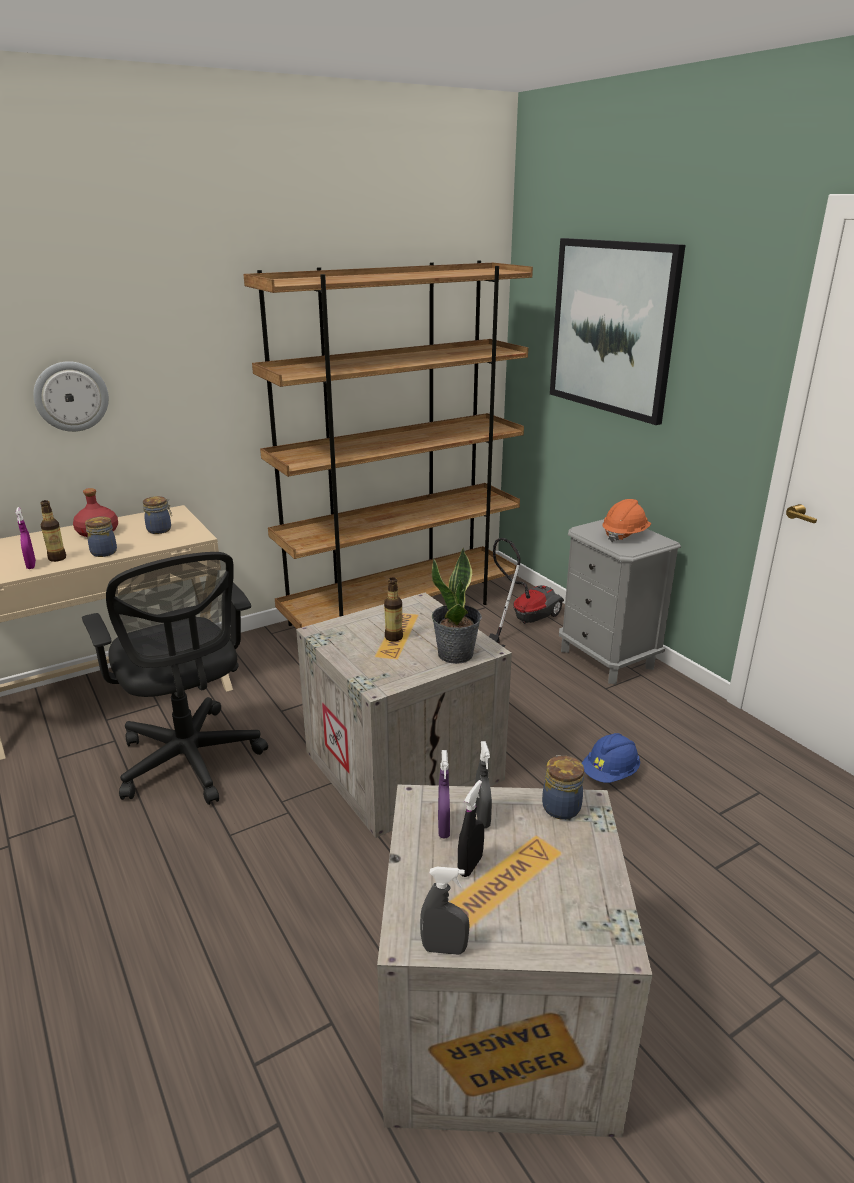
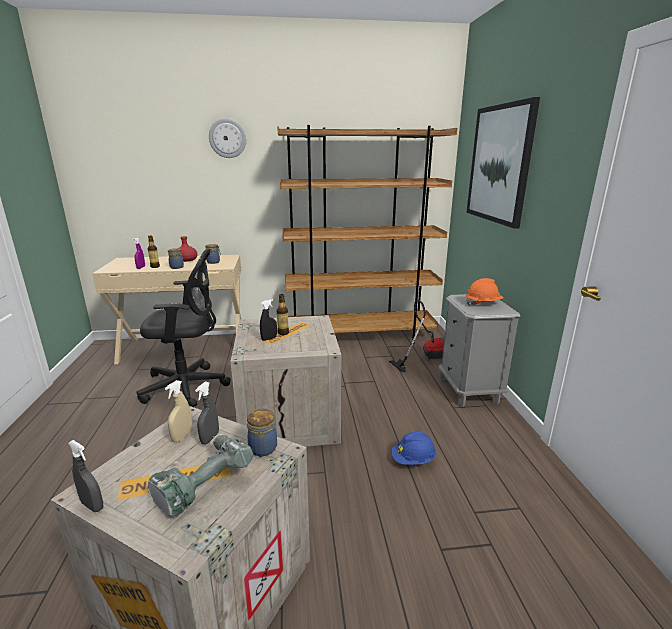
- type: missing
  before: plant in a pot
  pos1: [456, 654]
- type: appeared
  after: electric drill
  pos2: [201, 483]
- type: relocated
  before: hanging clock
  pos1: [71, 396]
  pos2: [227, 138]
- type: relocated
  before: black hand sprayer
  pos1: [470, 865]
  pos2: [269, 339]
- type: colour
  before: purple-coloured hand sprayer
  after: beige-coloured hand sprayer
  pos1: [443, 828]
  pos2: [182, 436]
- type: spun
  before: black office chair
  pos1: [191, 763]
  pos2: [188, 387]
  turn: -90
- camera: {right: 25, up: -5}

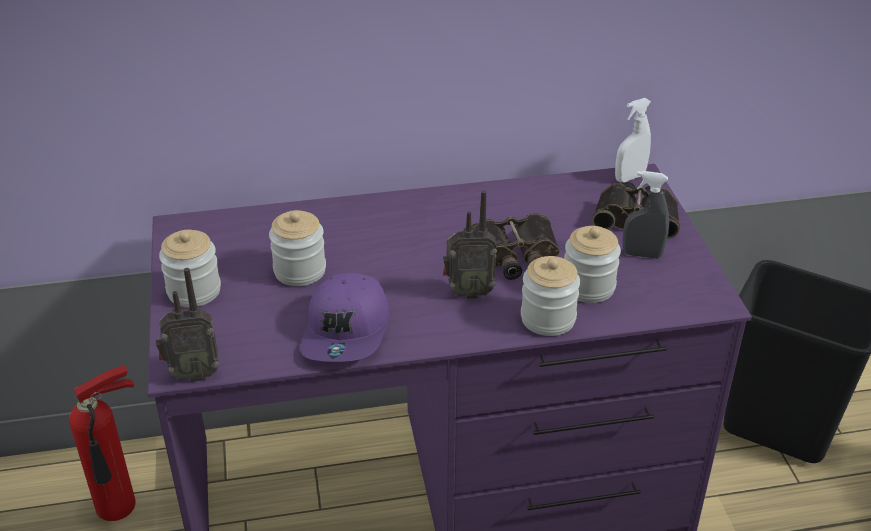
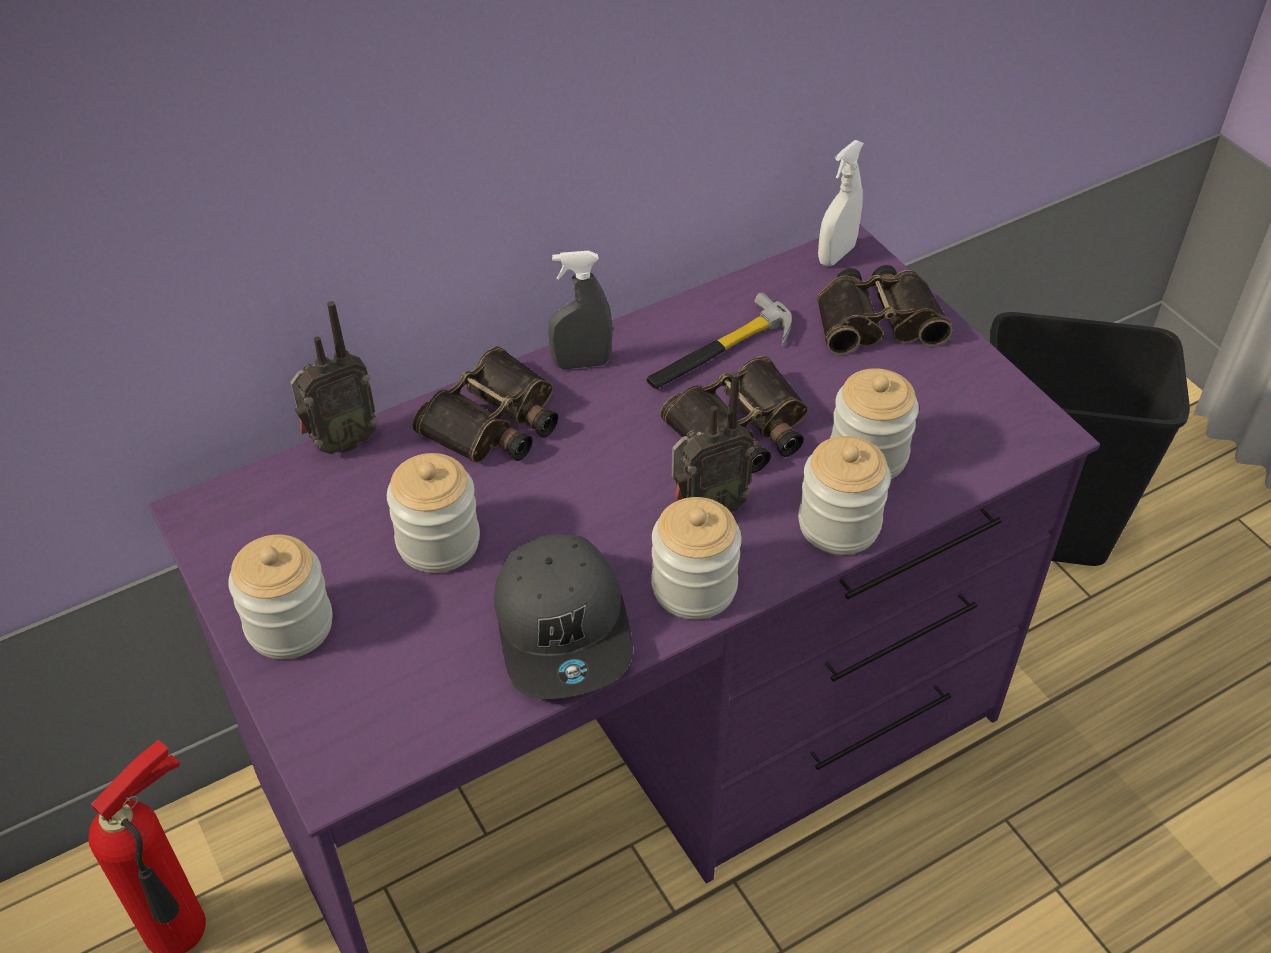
- type: appeared
  after: field glasses
  pos2: [495, 422]
- type: appeared
  after: tool hammer
  pos2: [720, 352]
- type: appeared
  after: storage jar
  pos2: [694, 587]
- type: relocated
  before: radio set
  pos1: [193, 374]
  pos2: [340, 442]
- type: relocated
  before: gray hand sprayer
  pos1: [642, 254]
  pos2: [581, 363]
- type: colour
  before: purple-coloured peaked cap
  after: gray peaked cap
  pos1: [347, 331]
  pos2: [564, 628]
- camera: {right: -20, up: 10}

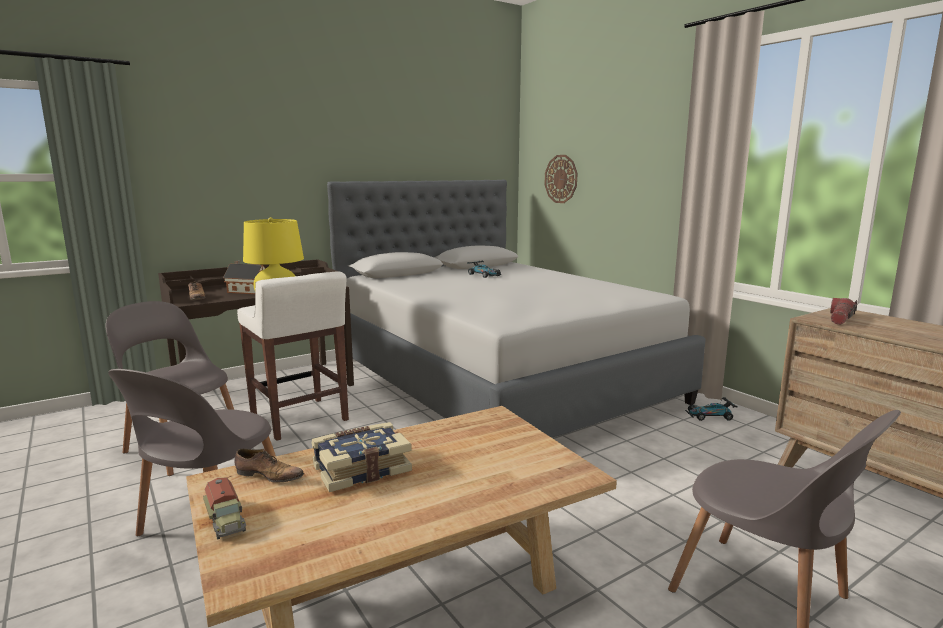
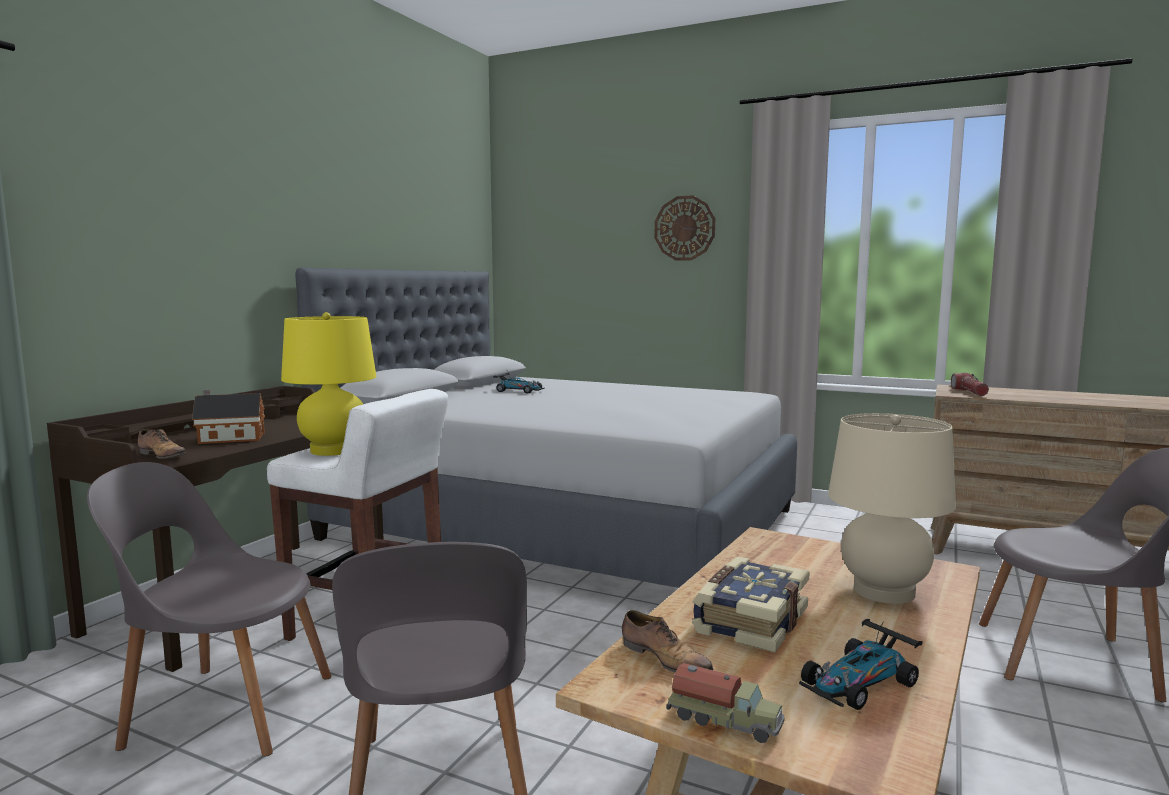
- type: appeared
  after: beige-coloured tabletop lamp
  pos2: [884, 591]
- type: relocated
  before: hanging clock
  pos1: [561, 179]
  pos2: [684, 228]
- type: relocated
  before: miniature car
  pos1: [710, 415]
  pos2: [858, 682]
- type: spun
  before: item of footwear
  pos1: [268, 476]
  pos2: [664, 659]
  turn: 60
- camera: {right: -30, up: -5}

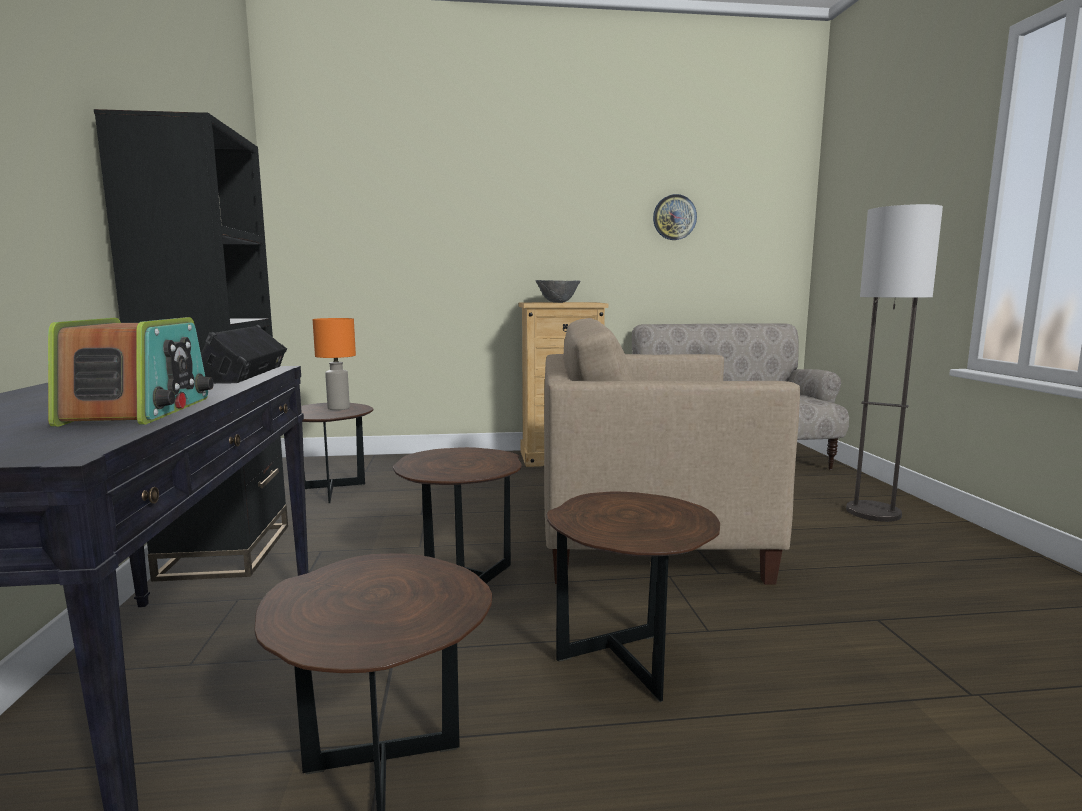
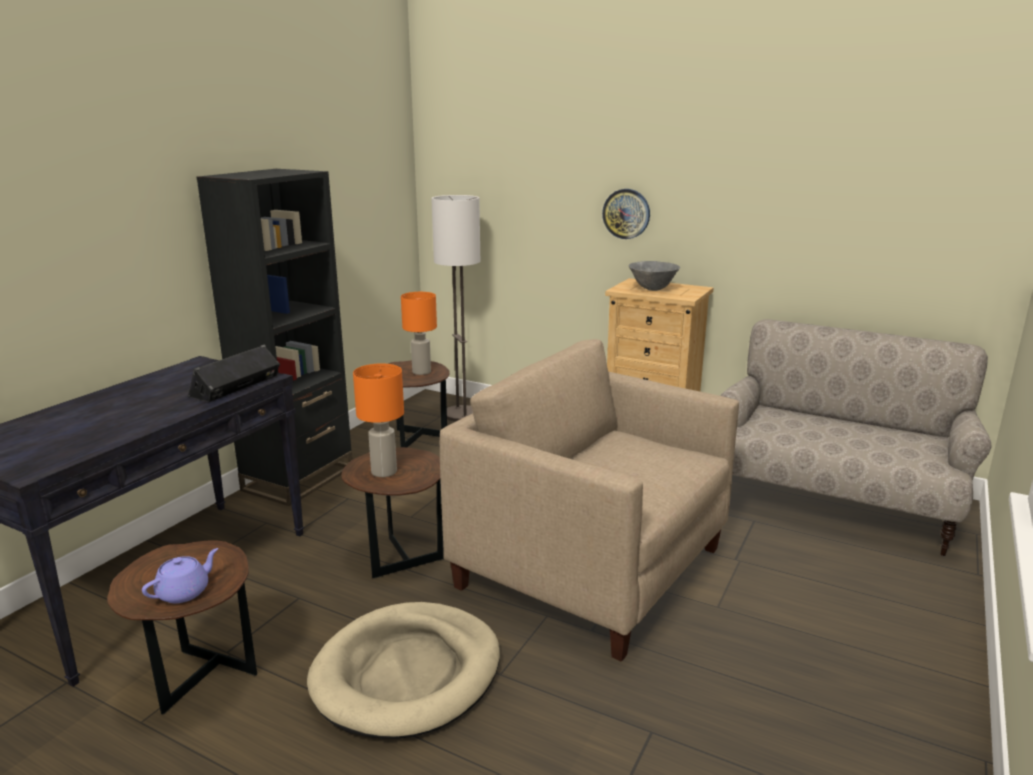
- type: missing
  before: radio set
  pos1: [140, 411]
- type: appeared
  after: purple-coloured pot for tea
  pos2: [184, 592]
- type: appeared
  after: orange-coloured tabletop lamp
  pos2: [384, 472]
- type: relocated
  before: hanging clock
  pos1: [674, 217]
  pos2: [626, 213]
- type: relocated
  before: standing lamp
  pos1: [873, 512]
  pos2: [461, 415]
- type: exchanged
  before: brown end table
  after: beige-coloured dog cushion
  pos1: [629, 666]
  pos2: [407, 674]
- camera: {right: 35, up: 10}

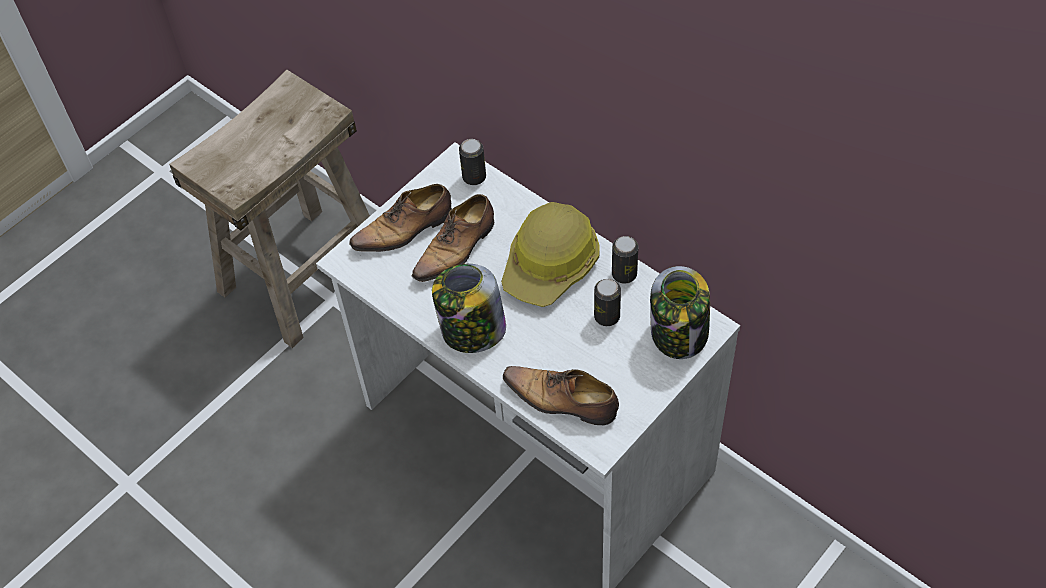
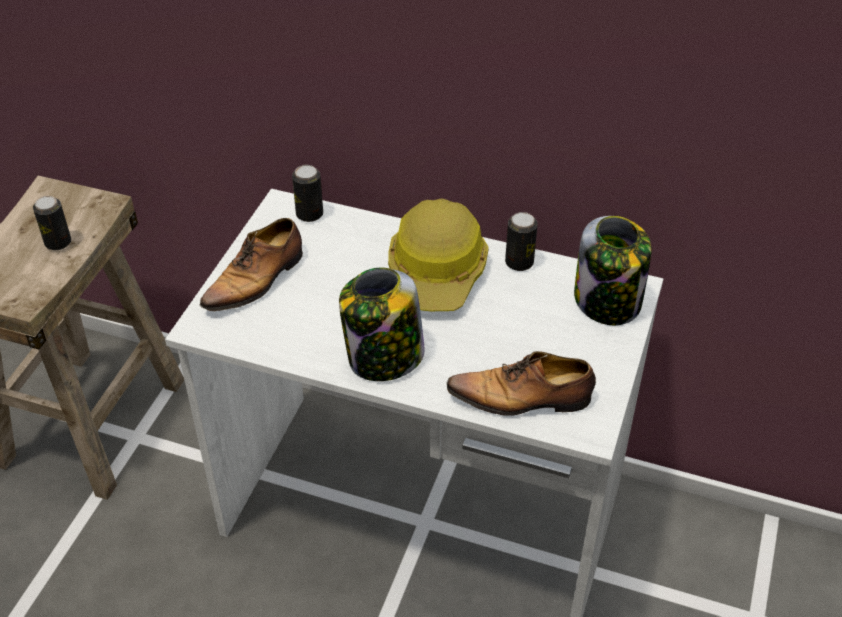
- type: missing
  before: item of footwear
  pos1: [457, 248]
- type: relocated
  before: sealed can
  pos1: [607, 316]
  pos2: [58, 243]
- camera: {right: -25, up: -10}

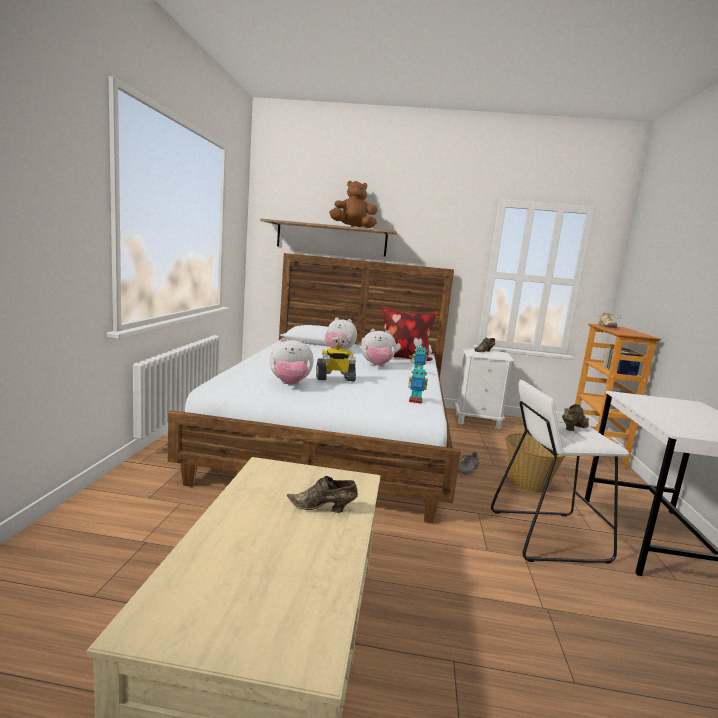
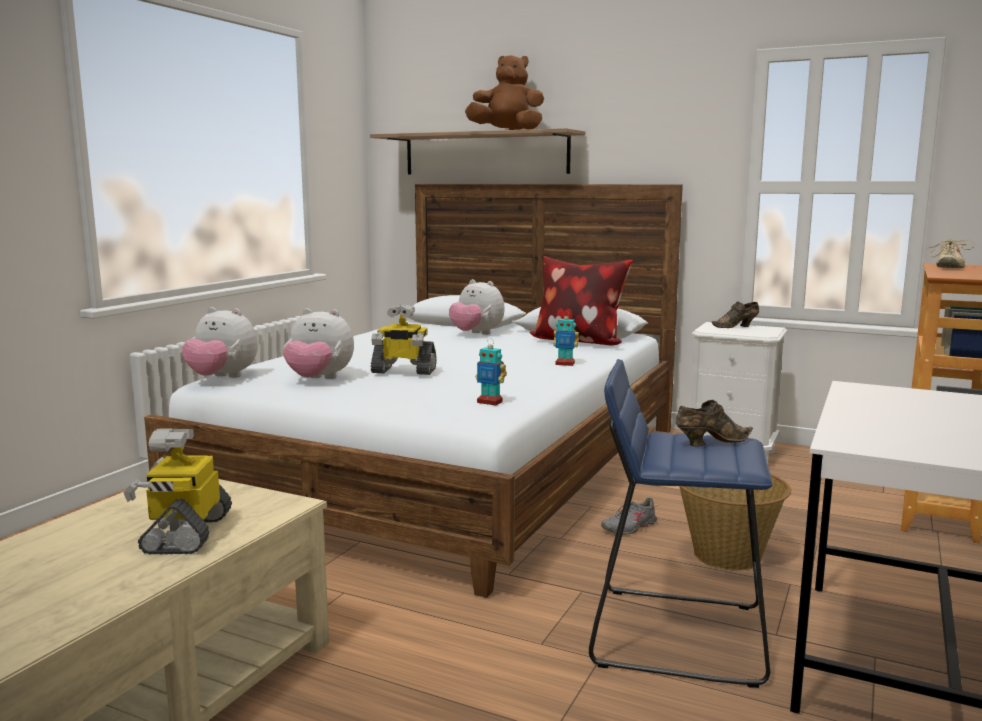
- type: relocated
  before: cuddly toy
  pos1: [377, 366]
  pos2: [222, 378]
- type: exchanged
  before: brown item of footwear
  after: robot figure
  pos1: [323, 508]
  pos2: [186, 533]
- type: colour
  before: whitish stool seat
  after: blue stool seat
  pos1: [547, 535]
  pos2: [677, 634]
- camera: {right: 20, up: 0}

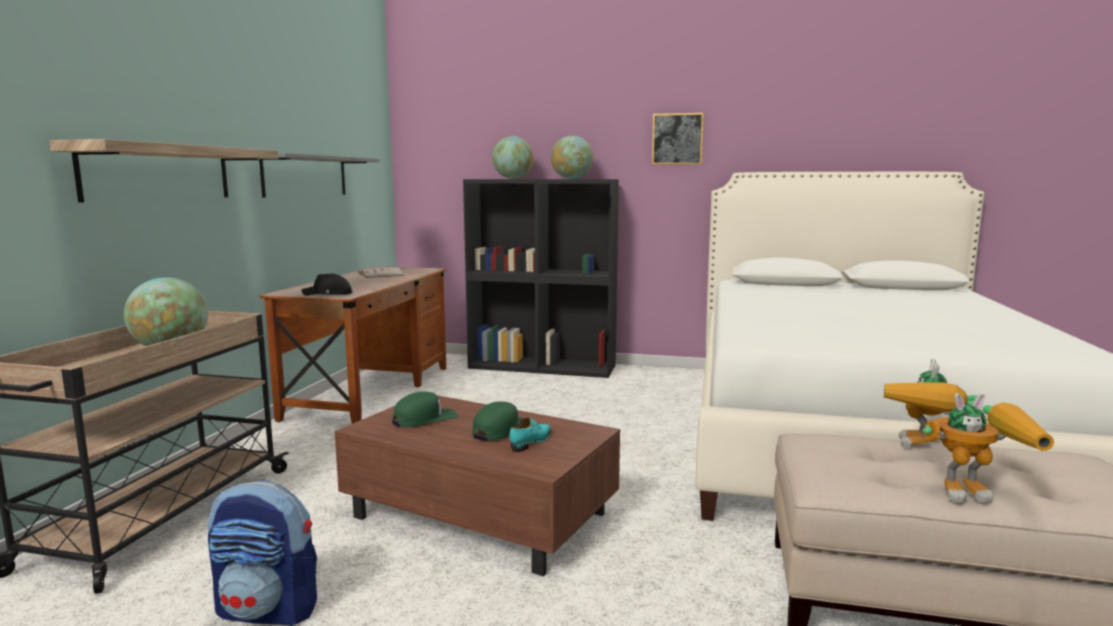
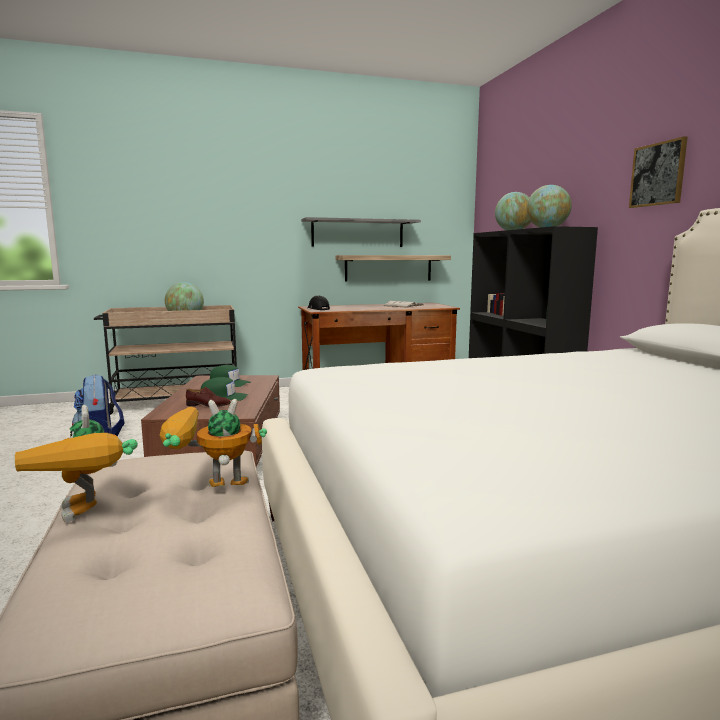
- type: relocated
  before: wall shelf
  pos1: [159, 173]
  pos2: [388, 268]
- type: colour
  before: turquoise item of footwear
  after: brown item of footwear
  pos1: [532, 441]
  pos2: [208, 405]
- camera: {right: 60, up: 0}

